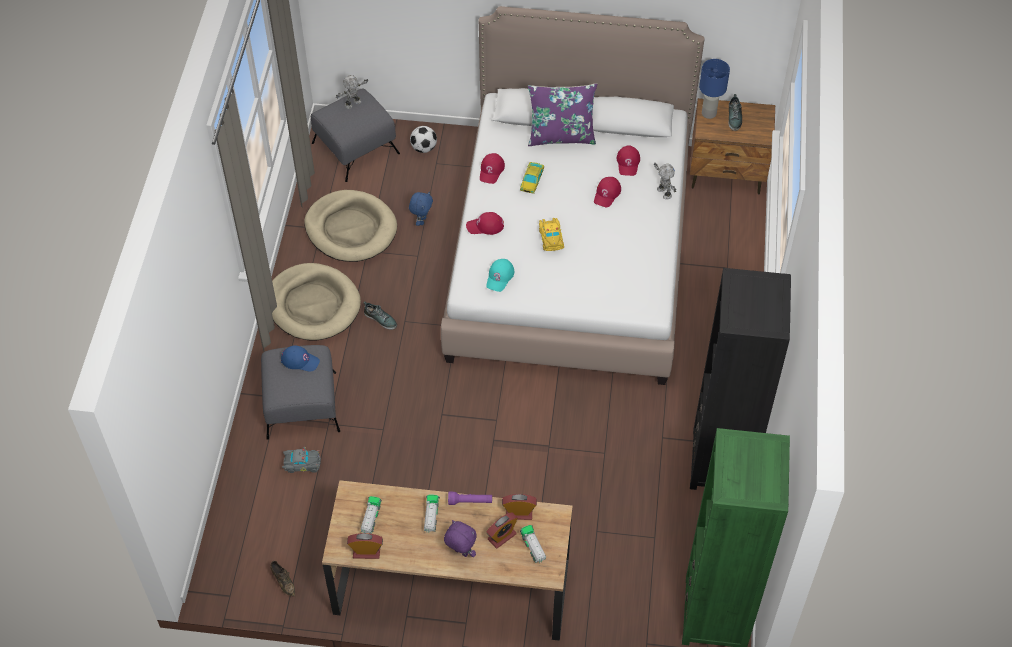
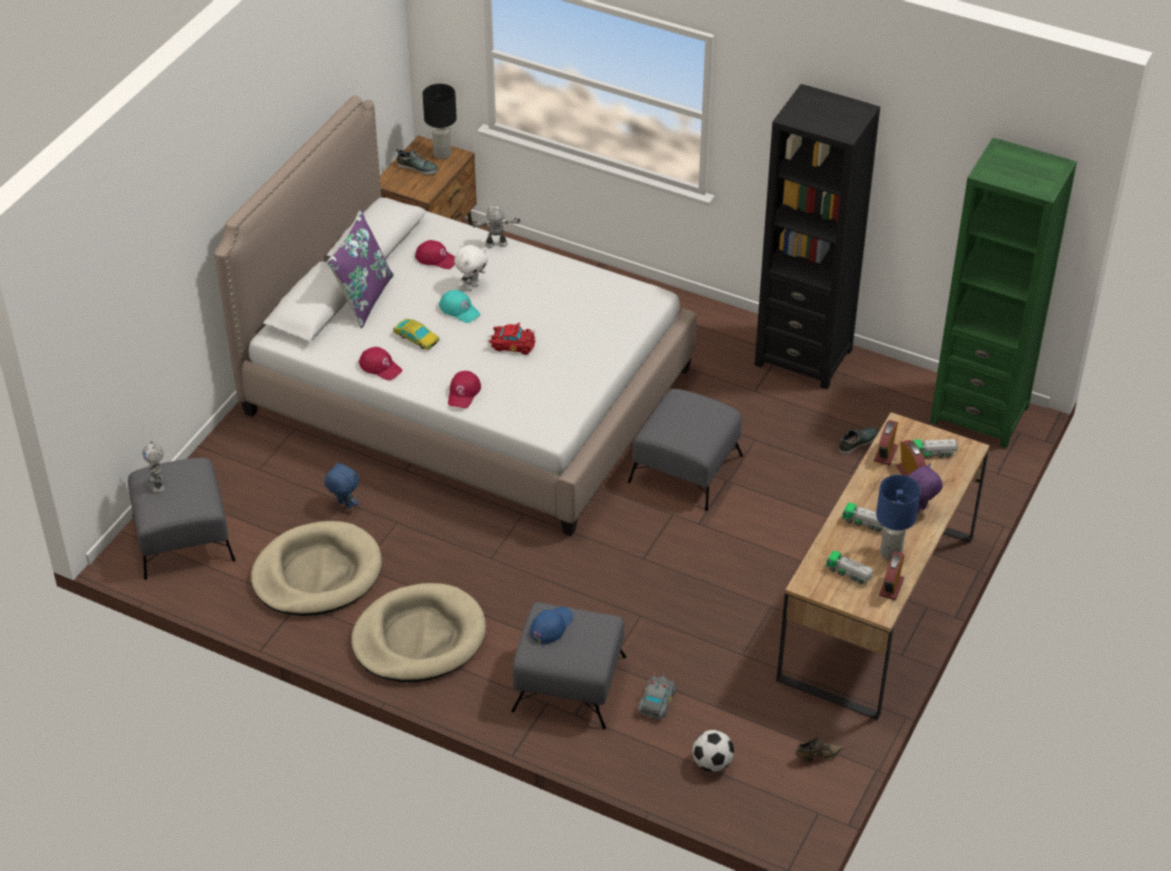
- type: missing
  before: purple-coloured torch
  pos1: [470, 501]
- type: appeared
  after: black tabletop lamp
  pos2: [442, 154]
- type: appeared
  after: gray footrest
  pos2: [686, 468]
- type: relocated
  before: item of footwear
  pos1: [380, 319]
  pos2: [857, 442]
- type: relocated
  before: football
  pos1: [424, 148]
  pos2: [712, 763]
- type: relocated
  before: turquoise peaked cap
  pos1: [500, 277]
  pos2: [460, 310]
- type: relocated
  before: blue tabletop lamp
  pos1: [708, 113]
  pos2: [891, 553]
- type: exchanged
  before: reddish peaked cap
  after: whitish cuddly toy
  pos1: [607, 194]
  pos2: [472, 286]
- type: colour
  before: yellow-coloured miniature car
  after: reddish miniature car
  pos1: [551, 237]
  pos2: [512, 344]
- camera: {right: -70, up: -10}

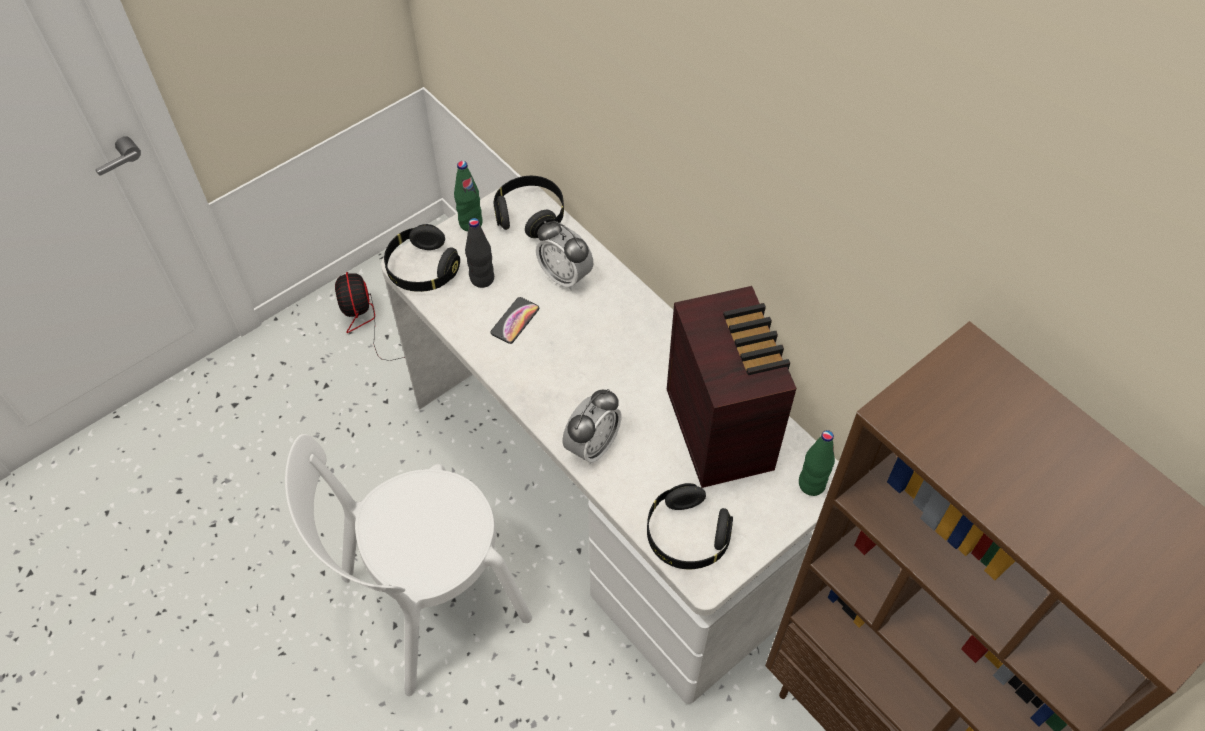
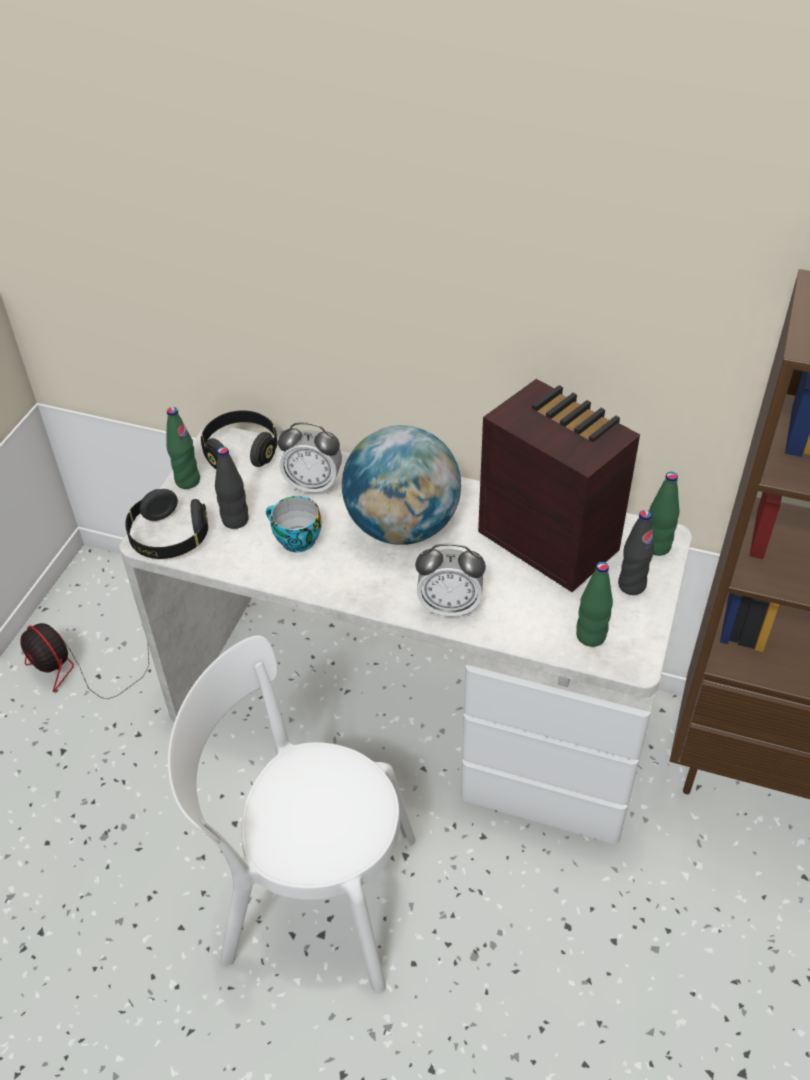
- type: appeared
  after: desk globe
  pos2: [402, 527]
- type: appeared
  after: black bottle
  pos2: [631, 585]
- type: exchanged
  before: telephone
  after: small cup
  pos1: [515, 321]
  pos2: [295, 540]
- type: exchanged
  before: black pair of headphones
  after: greenish bottle
  pos1: [686, 536]
  pos2: [590, 636]
- type: spun
  before: whitish chair
  pos1: [427, 602]
  pos2: [310, 895]
  turn: 75
- type: spun
  before: alarm clock
  pos1: [592, 446]
  pos2: [449, 606]
  turn: 90
- camera: {right: -30, up: -10}

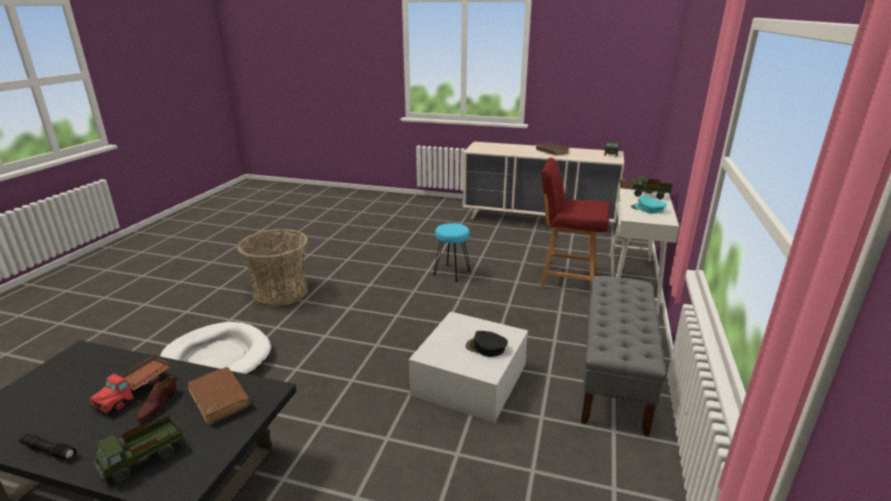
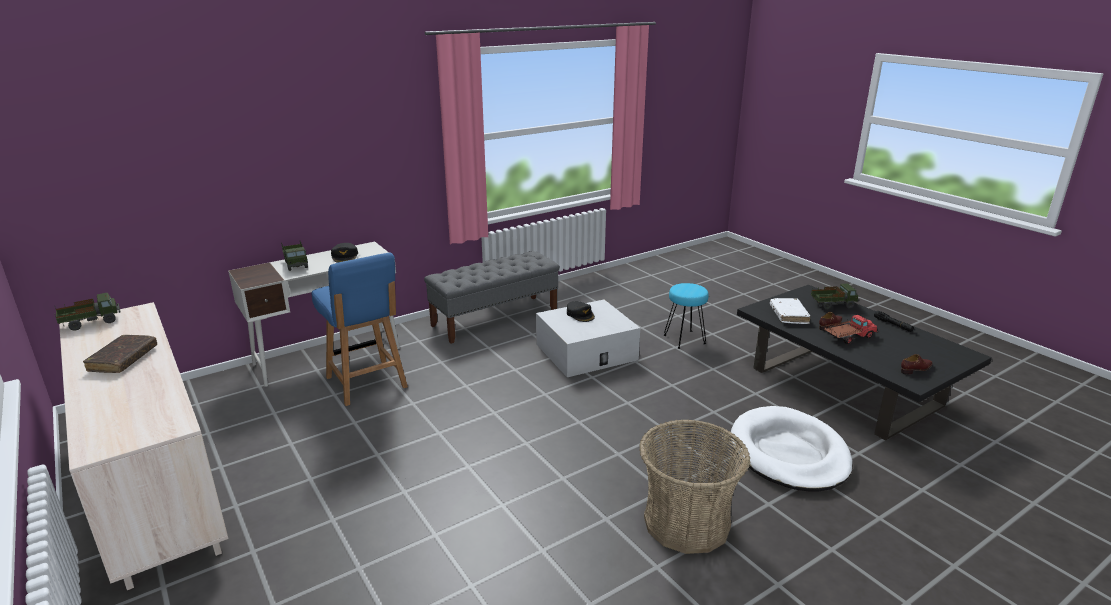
- type: appeared
  after: brown item of footwear
  pos2: [916, 369]
- type: relocated
  before: turquoise stool seat
  pos1: [452, 273]
  pos2: [684, 339]
- type: colour
  before: brown book
  after: whitish book
  pos1: [220, 400]
  pos2: [788, 315]
- type: colour
  before: reddish chair
  after: blue chair
  pos1: [566, 279]
  pos2: [367, 383]
- type: colour
  before: turquoise peaked cap
  after: black peaked cap
  pos1: [647, 209]
  pos2: [345, 256]
- camera: {right: -140, up: 0}

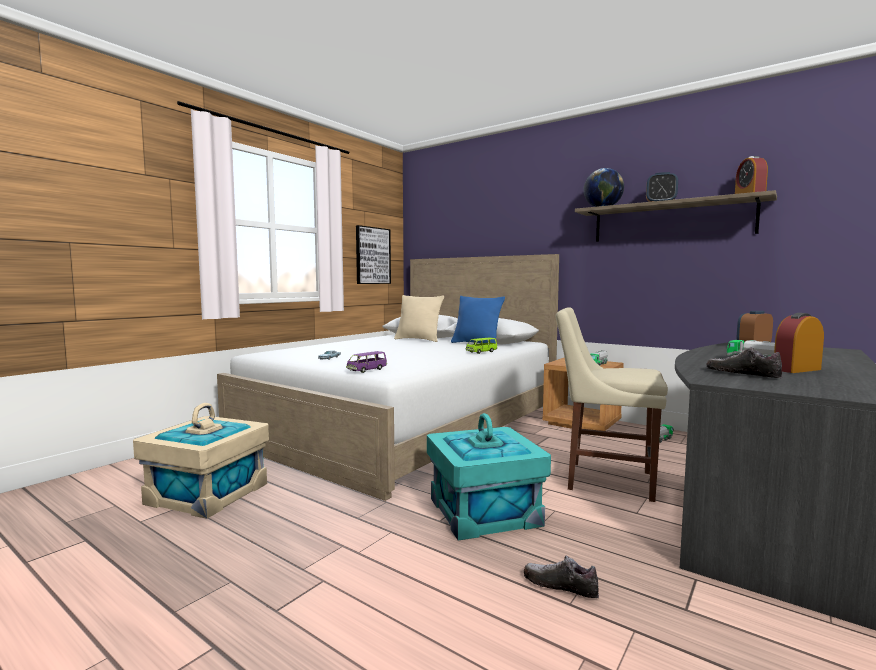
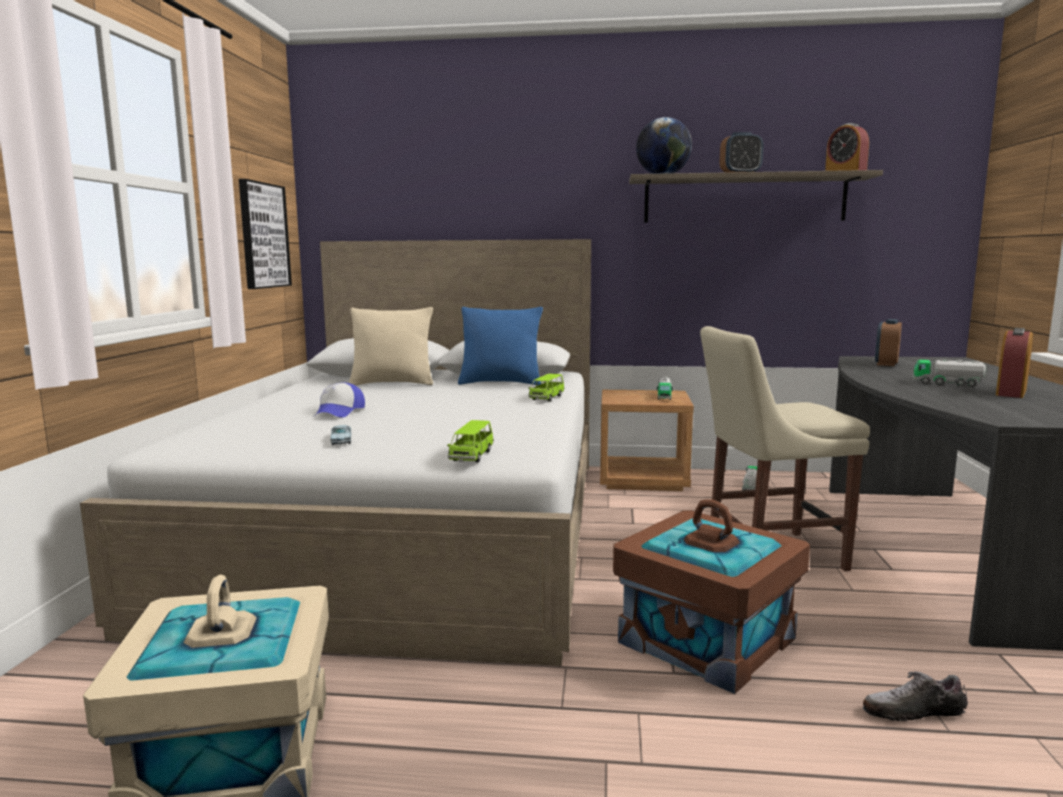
- type: missing
  before: item of footwear
  pos1: [742, 374]
- type: appeared
  after: peaked cap
  pos2: [339, 412]
- type: colour
  before: purple-coloured miniature car
  after: greenish miniature car
  pos1: [367, 370]
  pos2: [471, 456]
- type: colour
  before: turquoise storage bin
  after: brown storage bin
  pos1: [485, 512]
  pos2: [707, 640]
- camera: {right: -30, up: 5}

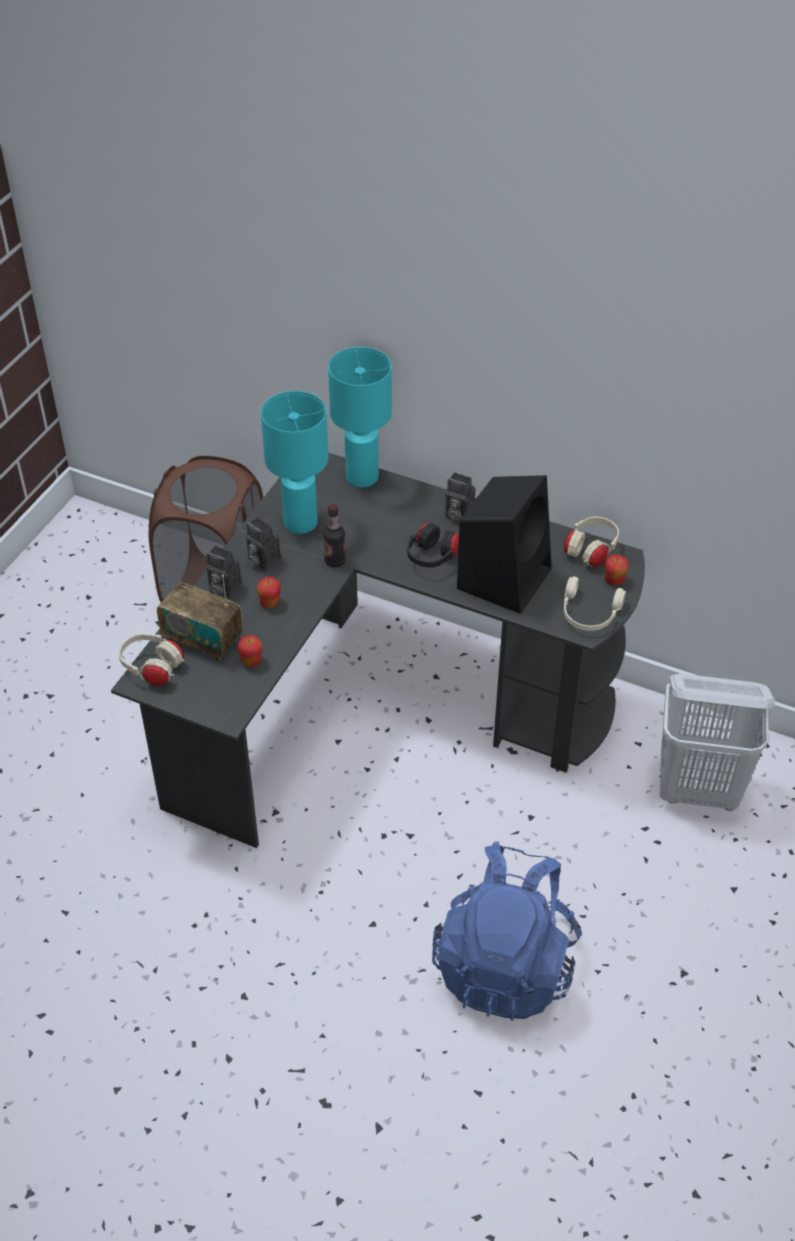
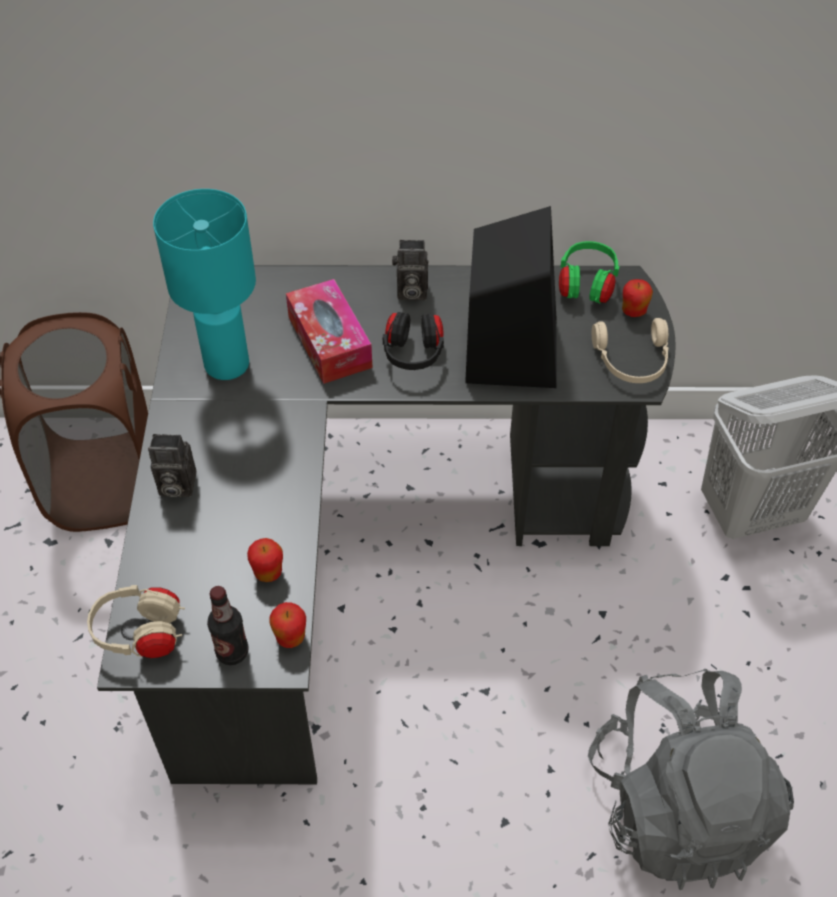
- type: missing
  before: radio set
  pos1: [203, 639]
- type: missing
  before: still camera
  pos1: [262, 560]
- type: missing
  before: turquoise tabletop lamp
  pos1: [363, 477]
- type: appeared
  after: box of tissues
  pos2: [329, 342]
- type: relocated
  before: apple fruit
  pos1: [270, 603]
  pos2: [290, 637]
- type: relocated
  before: bottle
  pos1: [335, 561]
  pos2: [232, 652]
- type: colour
  before: blue rucksack
  after: gray rucksack
  pos1: [505, 965]
  pos2: [677, 806]
- type: colour
  before: beige-coloured pair of headphones
  after: greenish pair of headphones
  pos1: [590, 552]
  pos2: [586, 286]
- camera: {right: -25, up: 5}

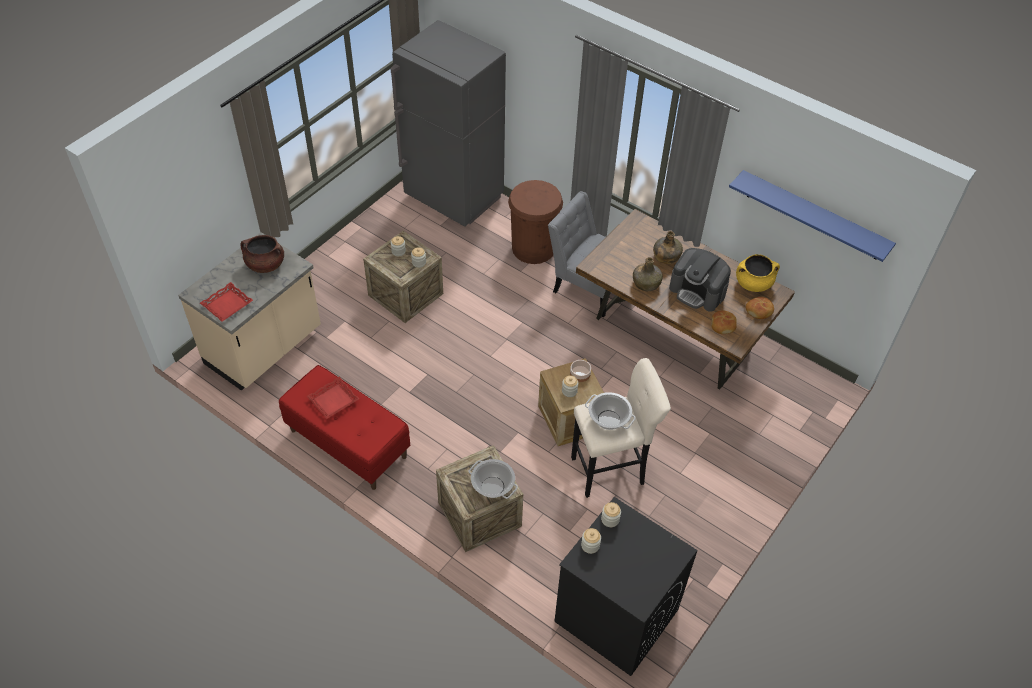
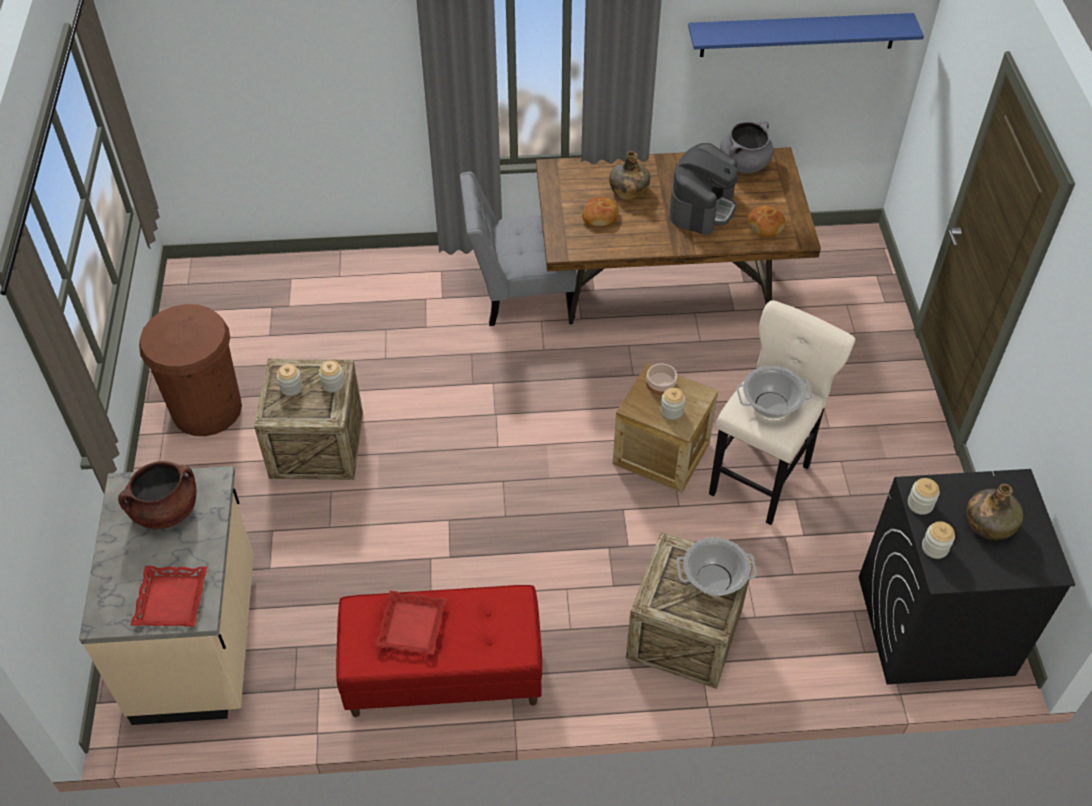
- type: missing
  before: gray refrigerator
  pos1: [454, 198]
- type: relocated
  before: brown trash can
  pos1: [533, 248]
  pos2: [206, 409]
- type: relocated
  before: greenish bottle
  pos1: [646, 283]
  pos2: [989, 523]
- type: relocated
  before: bread
  pos1: [759, 311]
  pos2: [600, 216]
- type: colour
  before: yellow-coloured stockpot
  after: gray stockpot
  pos1: [753, 283]
  pos2: [744, 164]
- type: spun
  before: coffee maker
  pos1: [697, 291]
  pos2: [702, 207]
  turn: -60
- camera: {right: -40, up: 0}

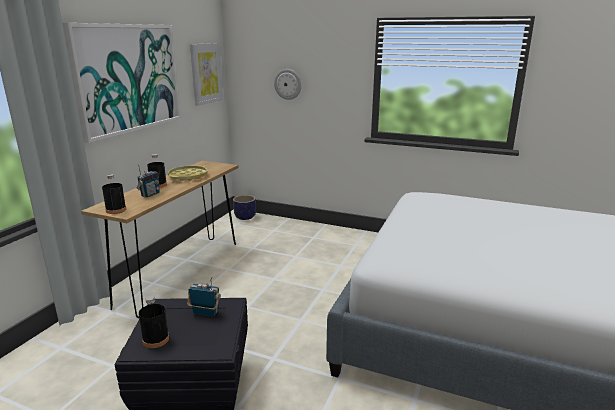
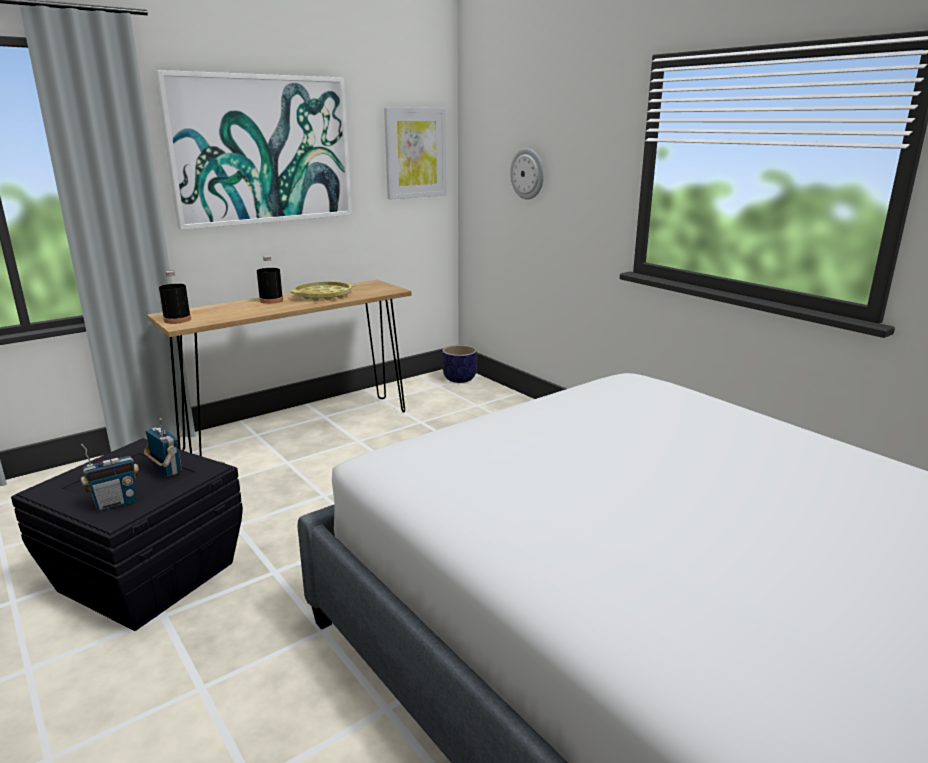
- type: missing
  before: black bottle
  pos1: [156, 339]
- type: relocated
  before: radio set
  pos1: [150, 194]
  pos2: [116, 503]
- camera: {right: 30, up: 0}

